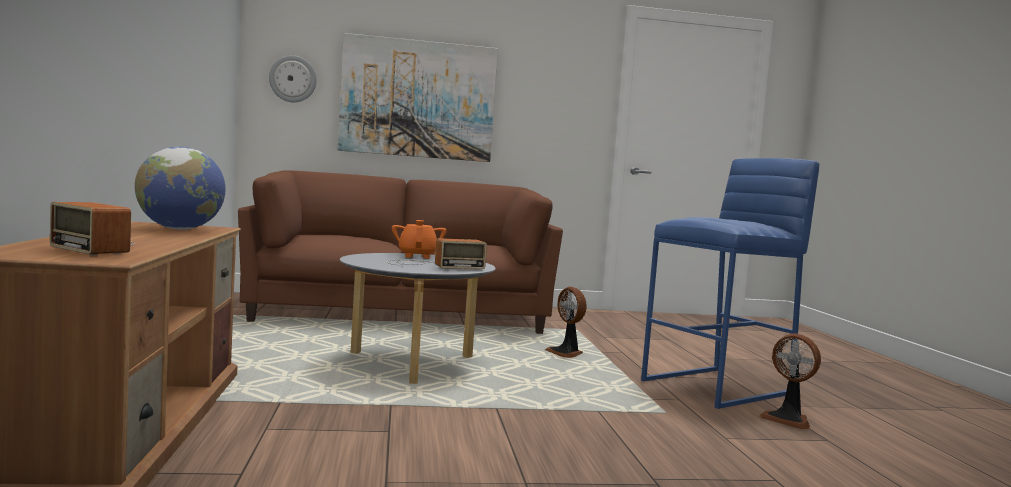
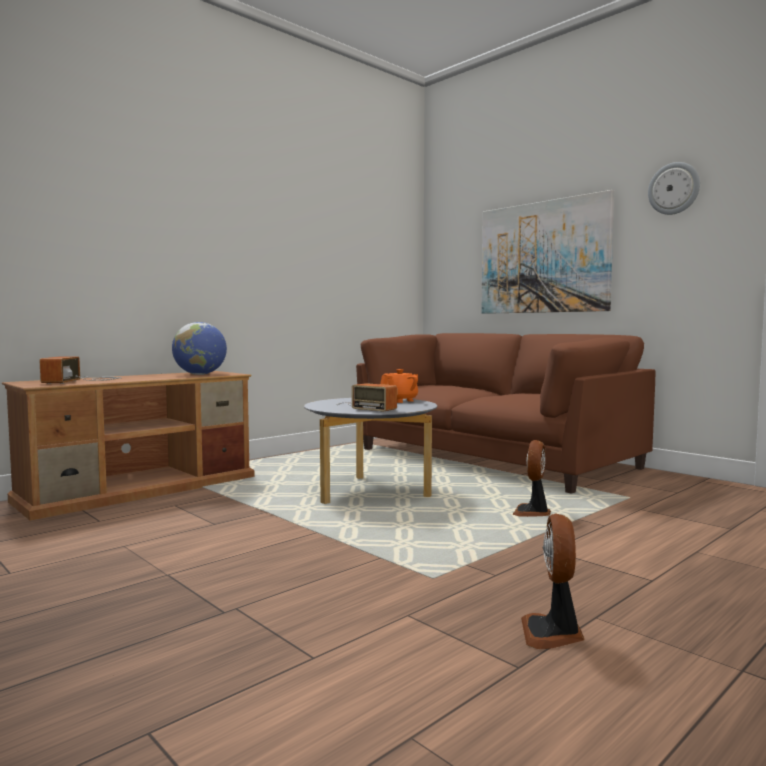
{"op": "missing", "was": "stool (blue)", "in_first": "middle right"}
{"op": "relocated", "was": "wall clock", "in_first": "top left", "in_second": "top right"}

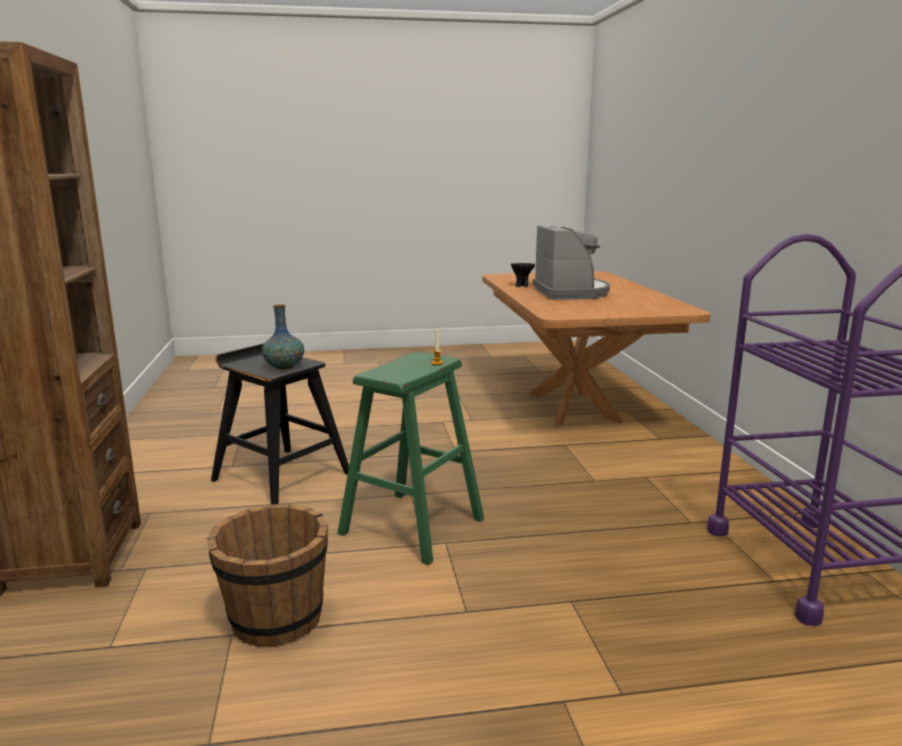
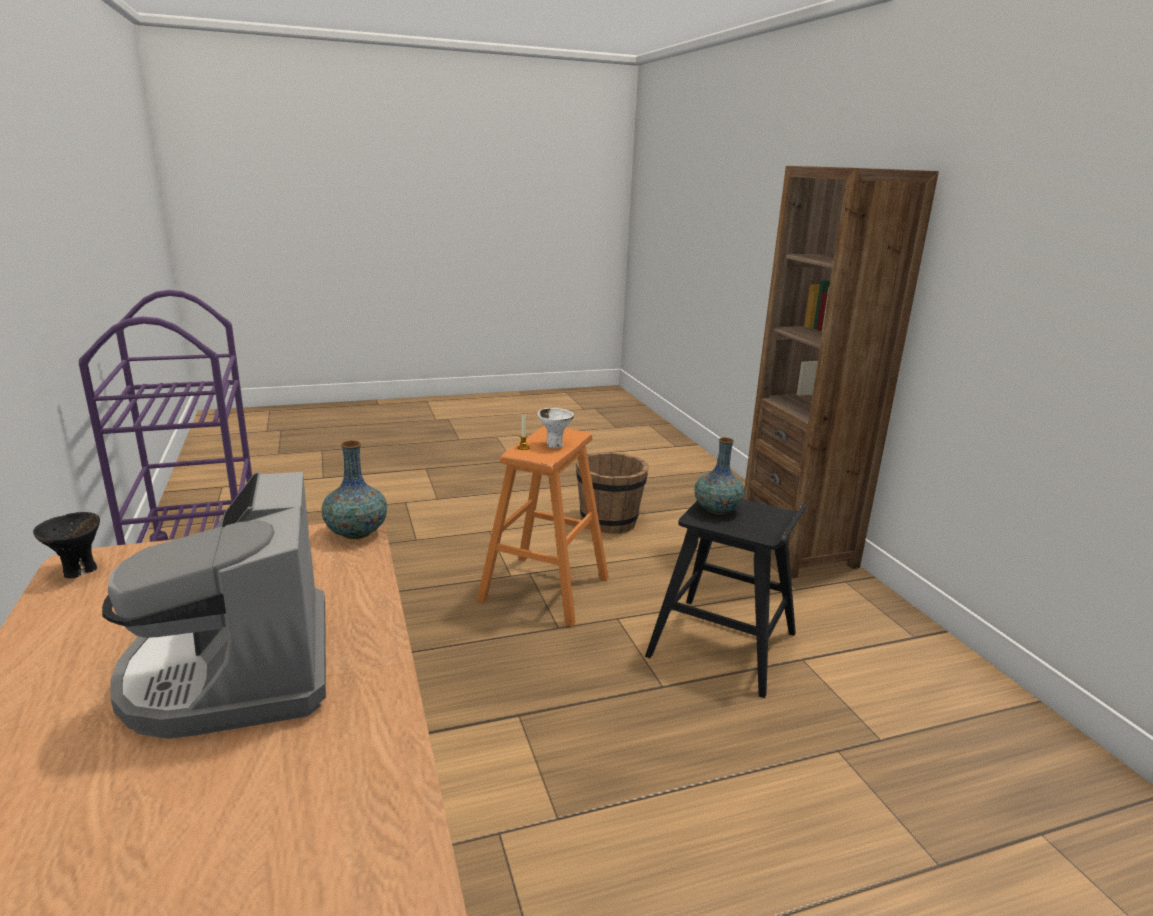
{"op": "appeared", "now": "vase (no. 1 from left)", "in_second": "middle left"}
{"op": "appeared", "now": "bowl (white)", "in_second": "centre"}
{"op": "relocated", "was": "bowl (black)", "in_first": "centre", "in_second": "middle left"}
{"op": "colour", "was": "stool (green)", "now": "stool (orange)", "in_first": "centre", "in_second": "centre"}

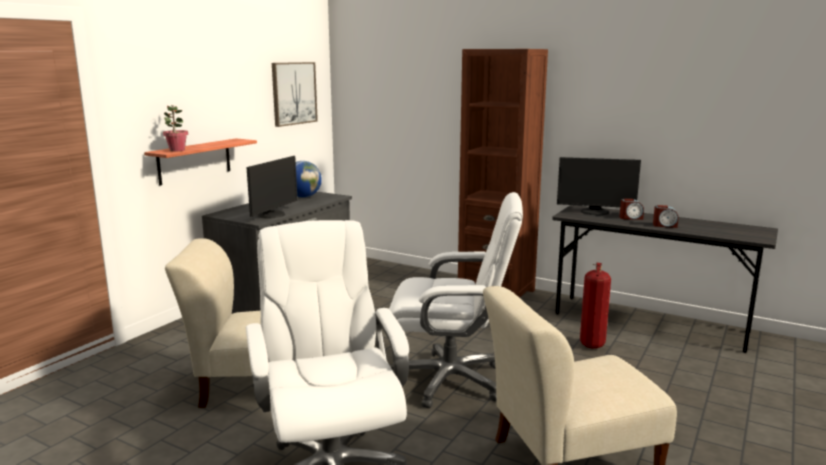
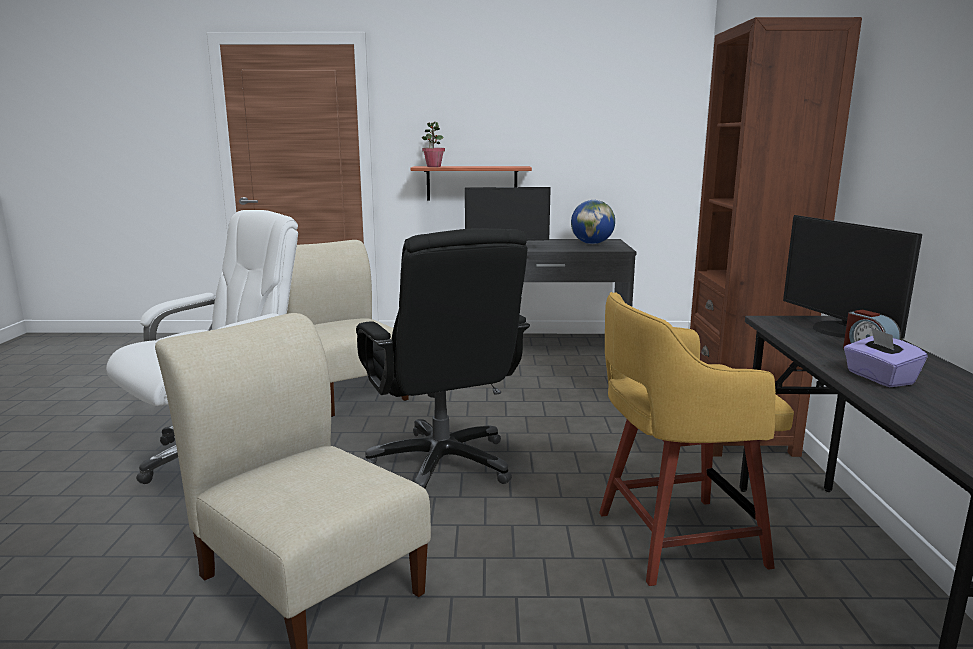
{"op": "missing", "was": "picture", "in_first": "top centre"}
{"op": "exchanged", "was": "fire extinguisher", "now": "stool (yellow)", "in_first": "middle right", "in_second": "bottom right"}
{"op": "exchanged", "was": "alarm clock (no. 2 from left)", "now": "tissue box (purple)", "in_first": "middle right", "in_second": "middle right"}
{"op": "colour", "was": "office chair (white) (no. 2 from left)", "now": "office chair (black)", "in_first": "centre", "in_second": "centre"}

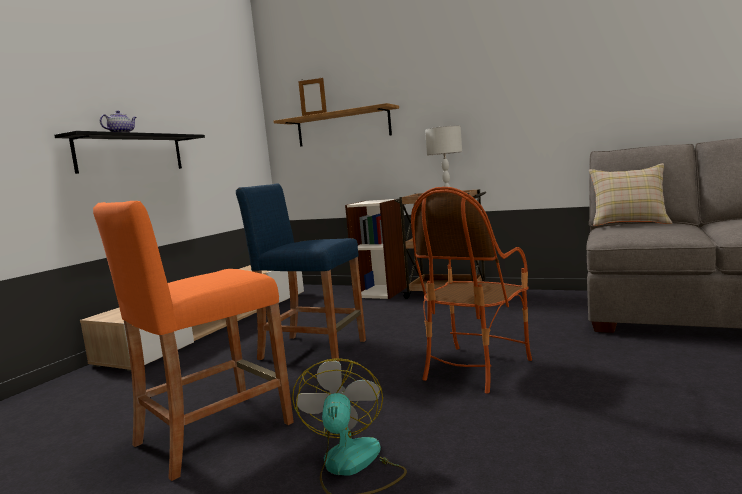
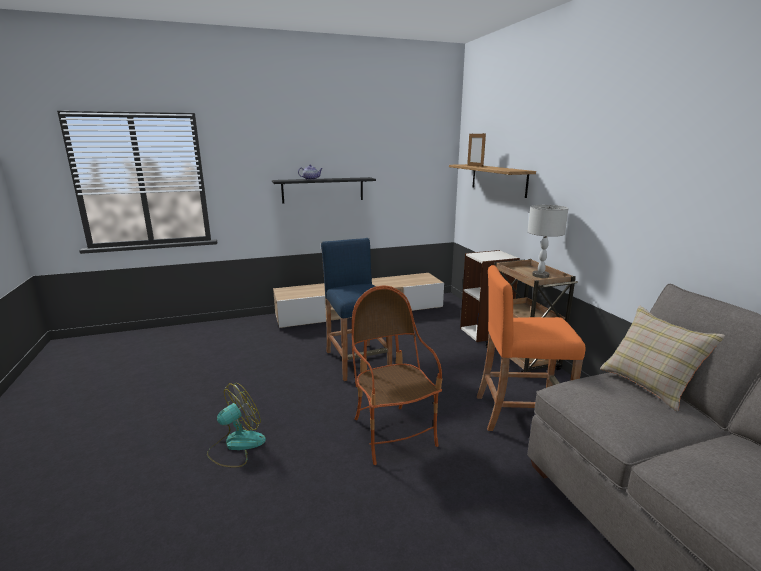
{"op": "relocated", "was": "stool (orange)", "in_first": "bottom left", "in_second": "middle right"}
{"op": "spun", "was": "armchair", "in_first": "centre", "in_second": "centre", "clockwise": 75}

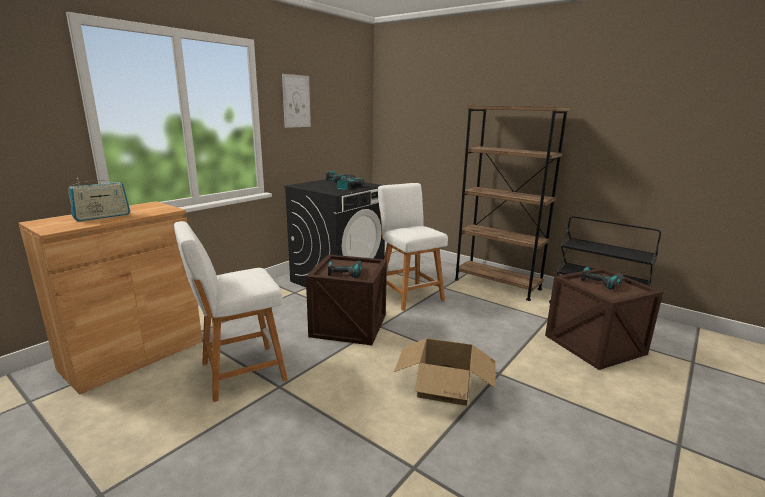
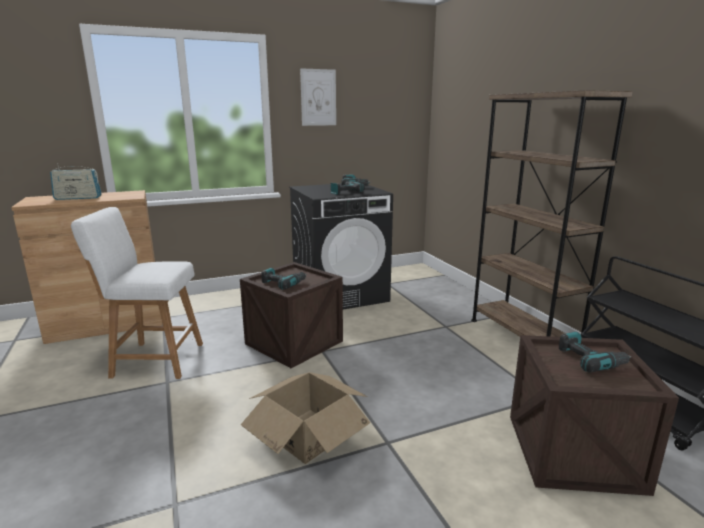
{"op": "missing", "was": "stool (white) (no. 2 from left)", "in_first": "centre"}

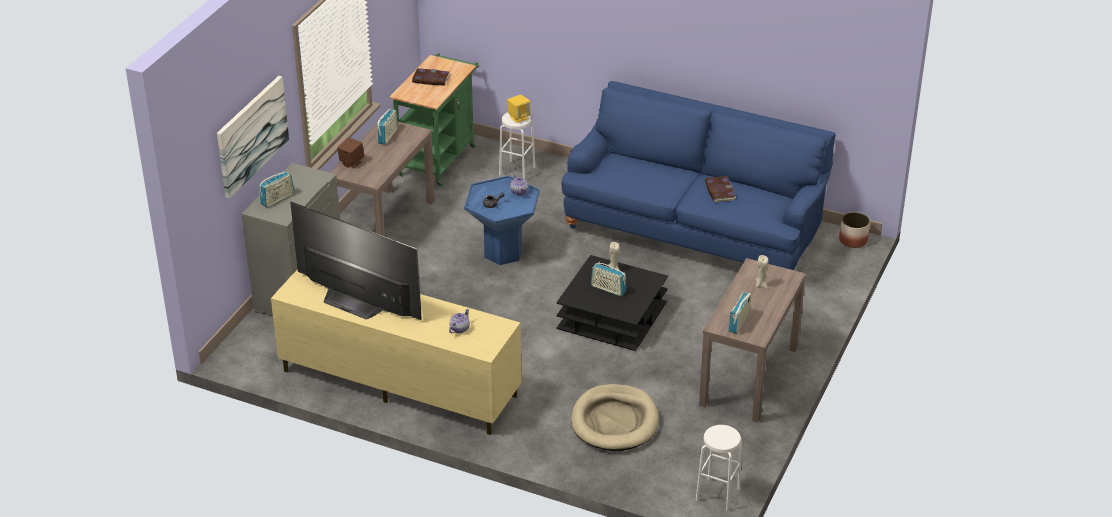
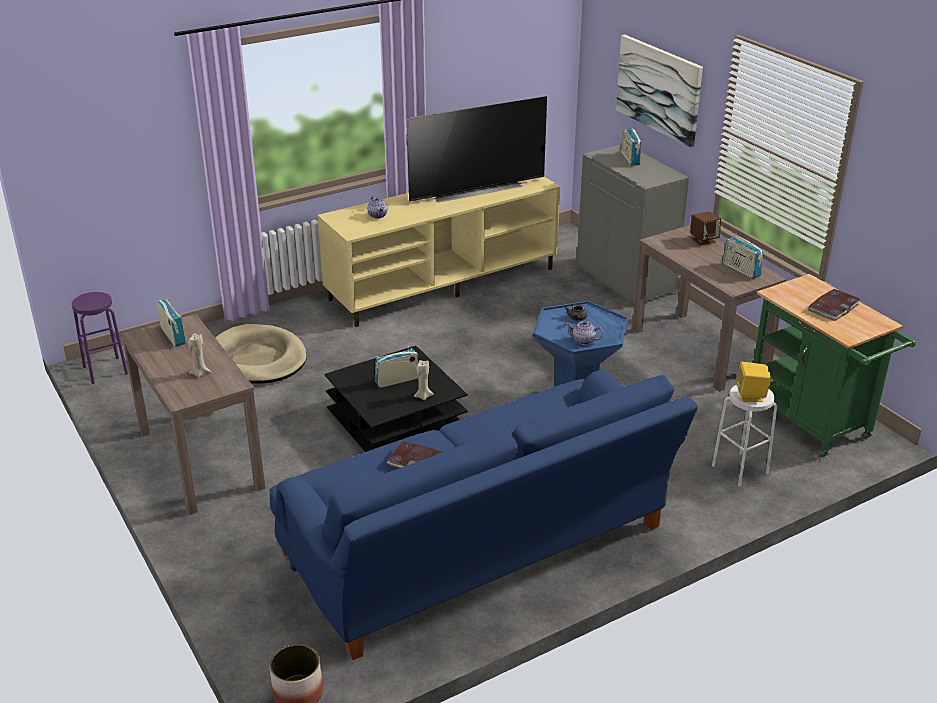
{"op": "colour", "was": "stool (white) (no. 2 from left)", "now": "stool (purple)", "in_first": "bottom centre", "in_second": "middle left"}

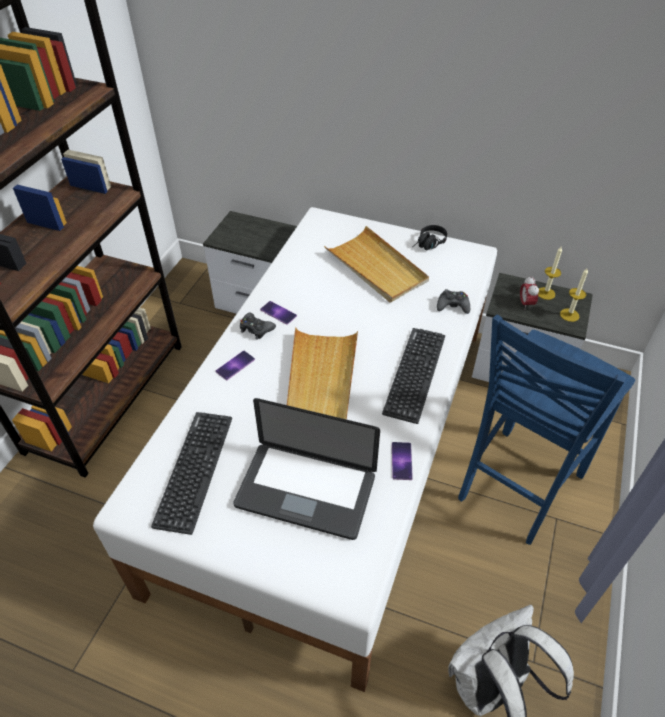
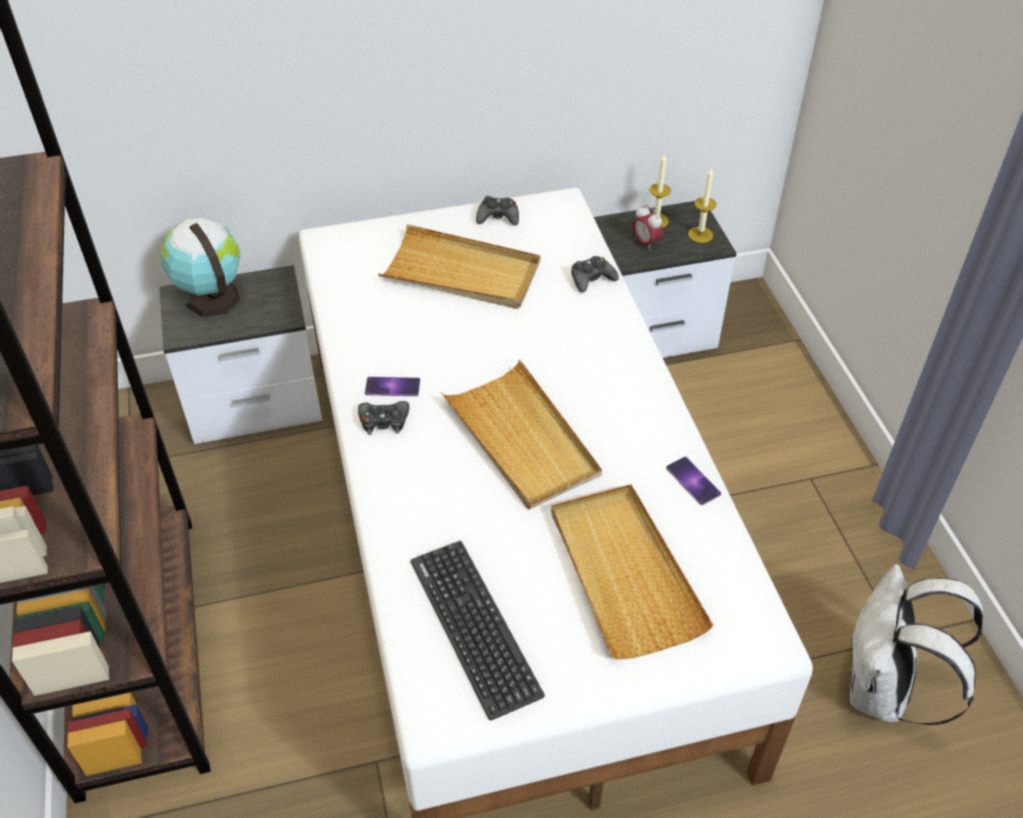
{"op": "missing", "was": "phone (no. 1 from left)", "in_first": "centre"}
{"op": "missing", "was": "keyboard (no. 2 from left)", "in_first": "centre"}
{"op": "missing", "was": "chair (blue)", "in_first": "middle right"}
{"op": "appeared", "now": "globe", "in_second": "top left"}
{"op": "exchanged", "was": "laptop", "now": "tray (beige) (no. 3 from left)", "in_first": "centre", "in_second": "bottom centre"}
{"op": "exchanged", "was": "headphones (black)", "now": "game controller (black) (no. 2 from left)", "in_first": "top centre", "in_second": "top centre"}

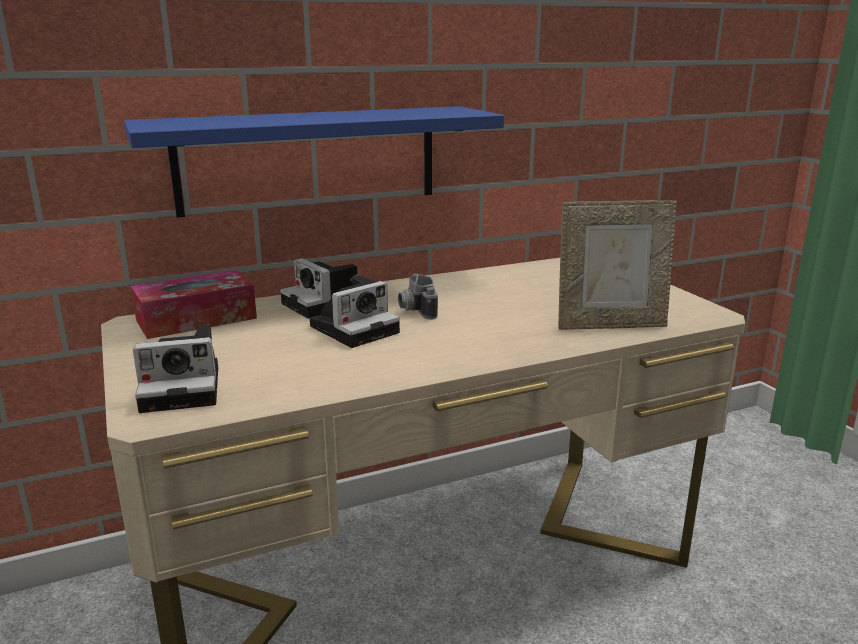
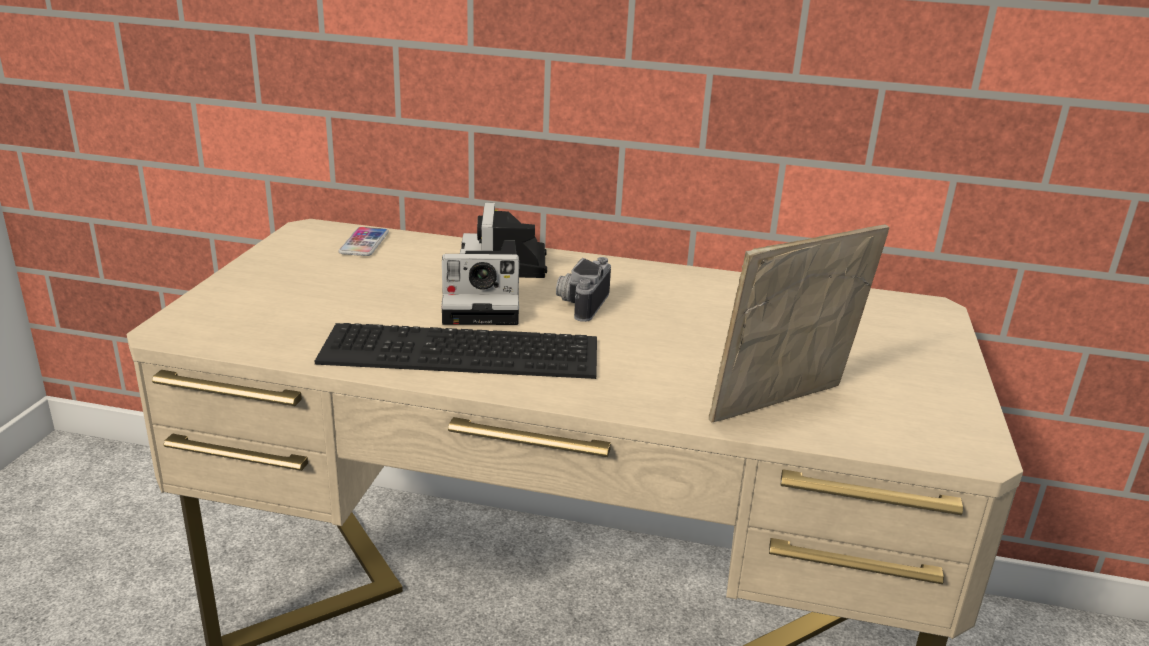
{"op": "missing", "was": "shelf (blue)", "in_first": "top centre"}
{"op": "missing", "was": "photo camera (no. 1 from left)", "in_first": "middle left"}
{"op": "appeared", "now": "keyboard", "in_second": "centre"}
{"op": "exchanged", "was": "tissue box", "now": "phone", "in_first": "middle left", "in_second": "middle left"}
{"op": "spun", "was": "picture frame", "in_first": "middle right", "in_second": "middle right", "clockwise": 120}

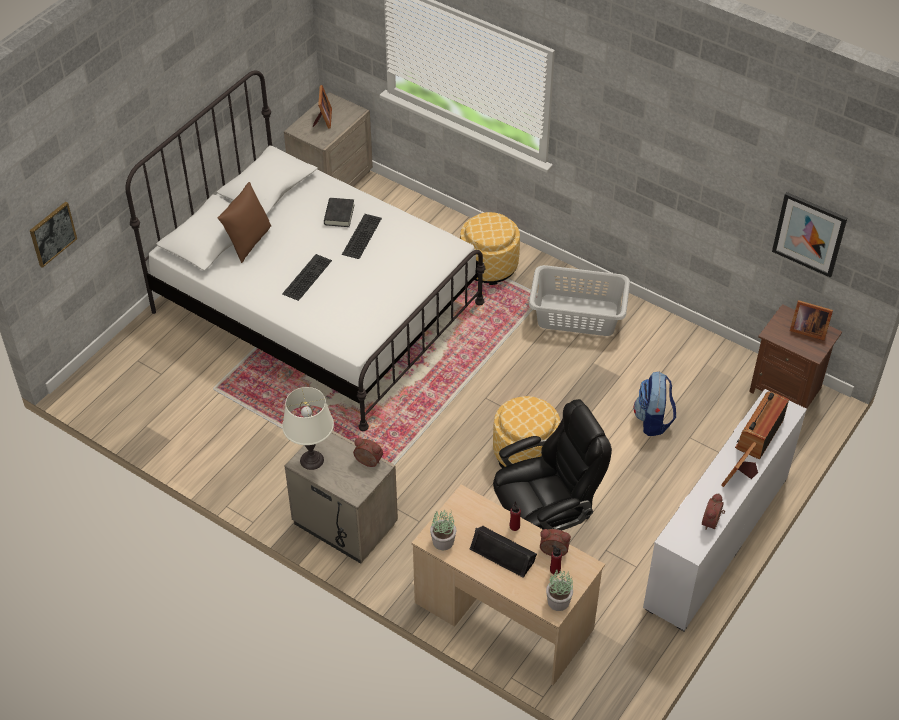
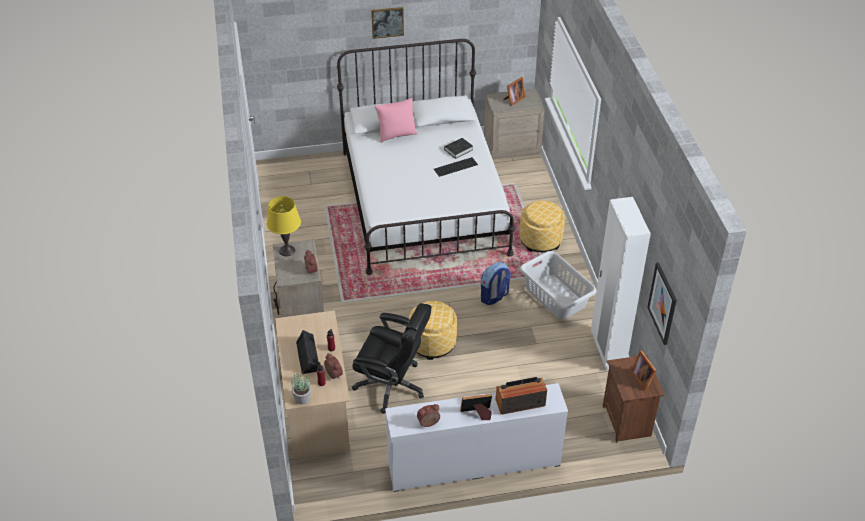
{"op": "missing", "was": "keyboard (no. 1 from left)", "in_first": "centre"}
{"op": "missing", "was": "potted plant (no. 1 from left)", "in_first": "bottom centre"}
{"op": "appeared", "now": "wardrobe (white)", "in_second": "middle right"}
{"op": "relocated", "was": "picture (no. 1 from left)", "in_first": "top left", "in_second": "top centre"}
{"op": "relocated", "was": "backpack", "in_first": "middle right", "in_second": "centre"}
{"op": "colour", "was": "pillow (brown)", "now": "pillow (pink)", "in_first": "top left", "in_second": "top centre"}
{"op": "colour", "was": "table lamp (white)", "now": "table lamp (yellow)", "in_first": "centre", "in_second": "middle left"}

